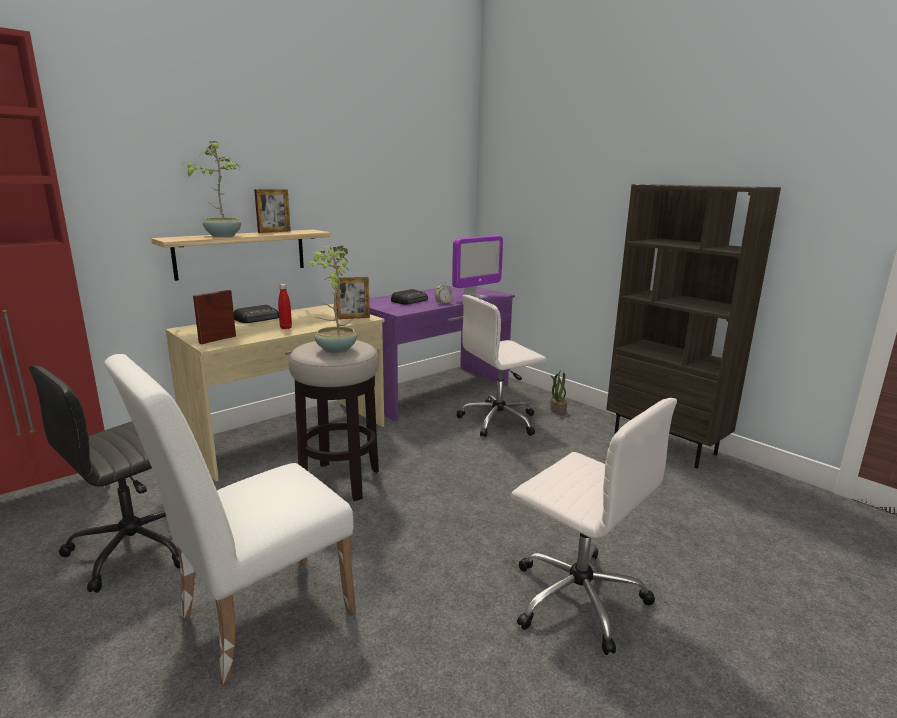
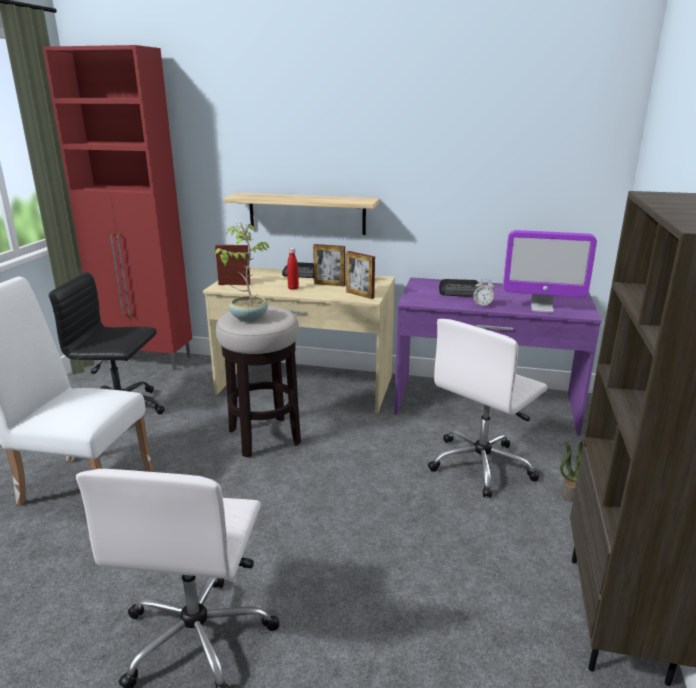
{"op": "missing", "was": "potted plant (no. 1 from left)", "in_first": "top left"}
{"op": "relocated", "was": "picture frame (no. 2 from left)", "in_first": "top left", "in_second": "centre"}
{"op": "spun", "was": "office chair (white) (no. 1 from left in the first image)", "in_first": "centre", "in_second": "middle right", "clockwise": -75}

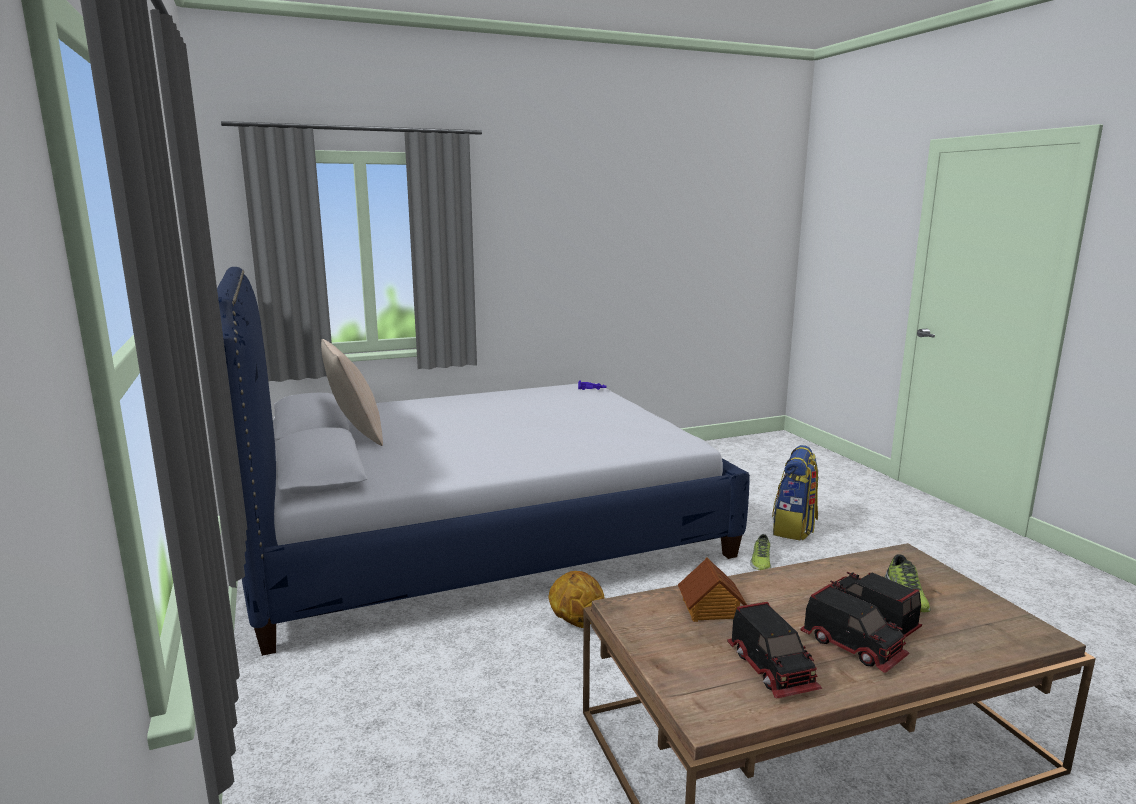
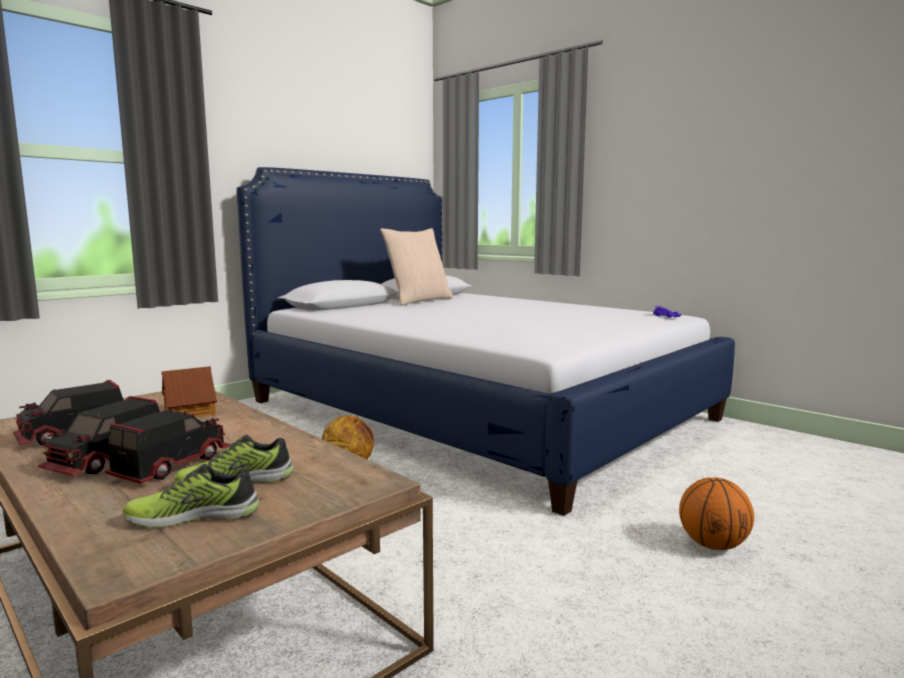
{"op": "relocated", "was": "shoe (no. 1 from left)", "in_first": "bottom right", "in_second": "bottom left"}
{"op": "exchanged", "was": "backpack", "now": "basketball (no. 2 from left)", "in_first": "middle right", "in_second": "bottom right"}

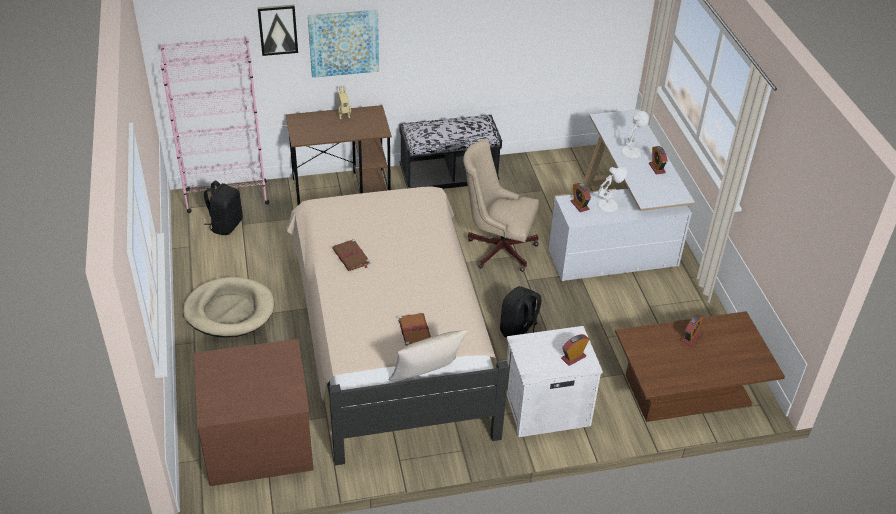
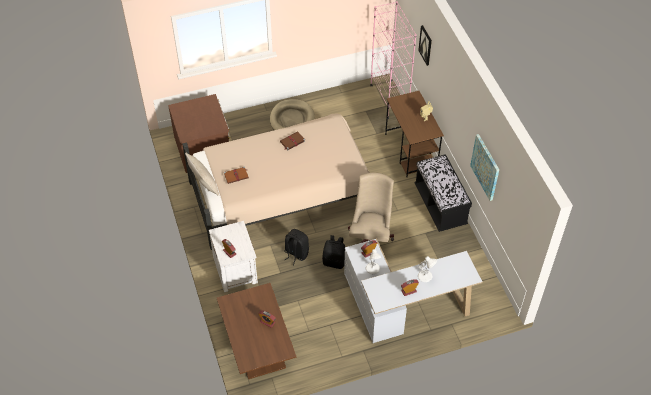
{"op": "relocated", "was": "backpack (black) (no. 1 from left in the first image)", "now": "backpack (black) (no. 2 from left)", "in_first": "middle left", "in_second": "centre"}
{"op": "relocated", "was": "picture (no. 2 from left)", "in_first": "top centre", "in_second": "middle right"}

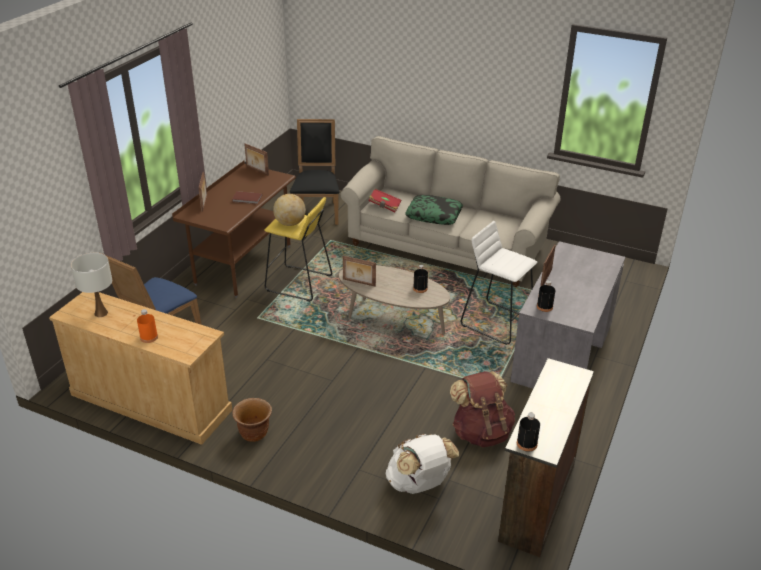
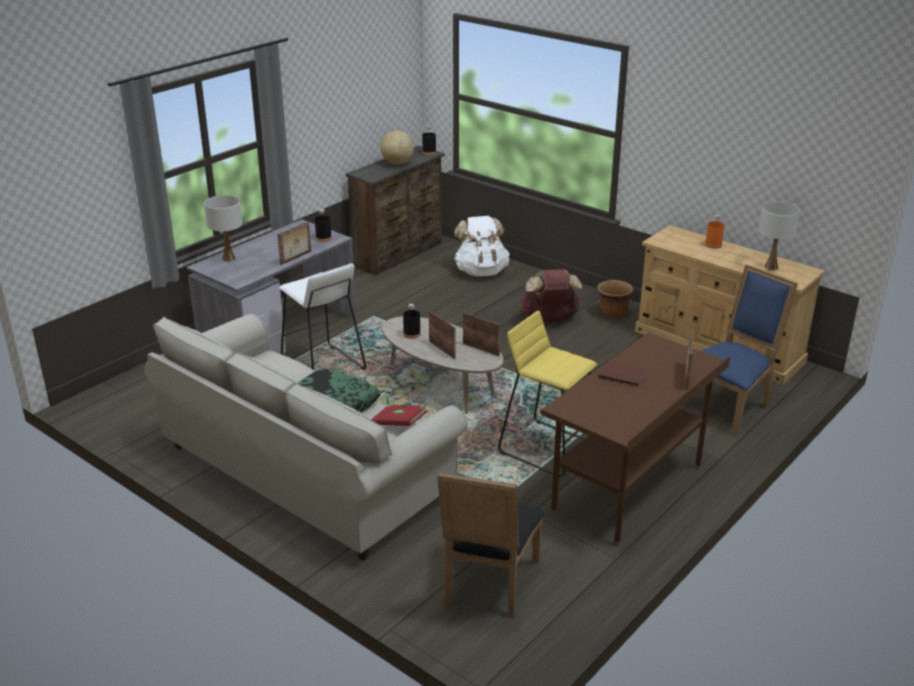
{"op": "appeared", "now": "table lamp (white) (no. 1 from left)", "in_second": "top left"}
{"op": "relocated", "was": "picture frame (no. 2 from left)", "in_first": "top centre", "in_second": "centre"}
{"op": "relocated", "was": "globe", "in_first": "centre", "in_second": "top centre"}
{"op": "relocated", "was": "backpack (brown)", "in_first": "bottom centre", "in_second": "centre"}

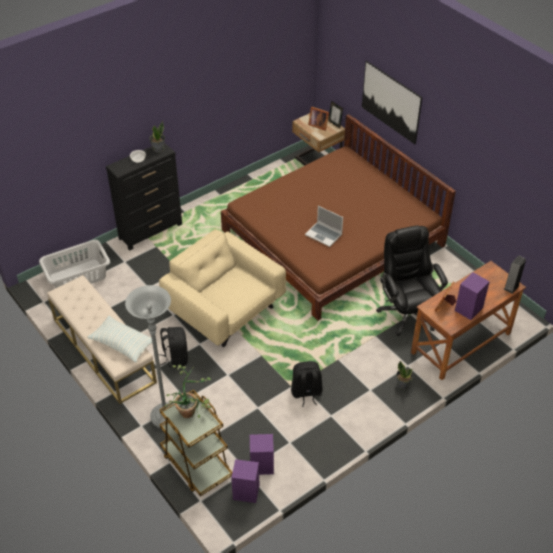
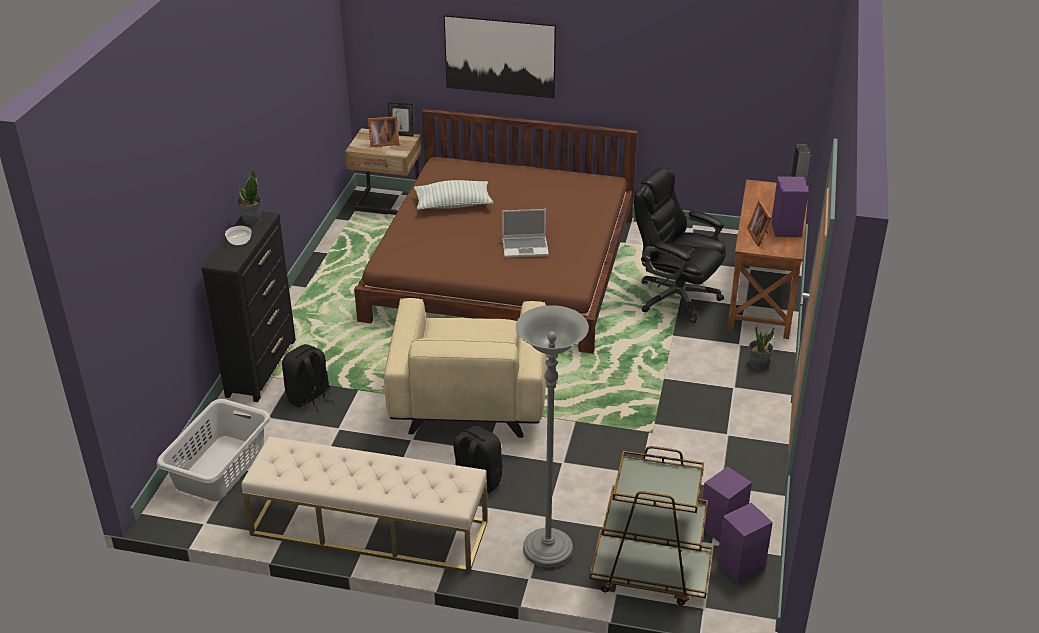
{"op": "missing", "was": "potted plant (no. 2 from left)", "in_first": "bottom centre"}
{"op": "relocated", "was": "pillow", "in_first": "middle left", "in_second": "top centre"}
{"op": "relocated", "was": "backpack (black) (no. 2 from left in the first image)", "now": "backpack (black) (no. 1 from left)", "in_first": "bottom centre", "in_second": "middle left"}
{"op": "spun", "was": "armchair (beige)", "in_first": "centre", "in_second": "centre", "clockwise": -90}

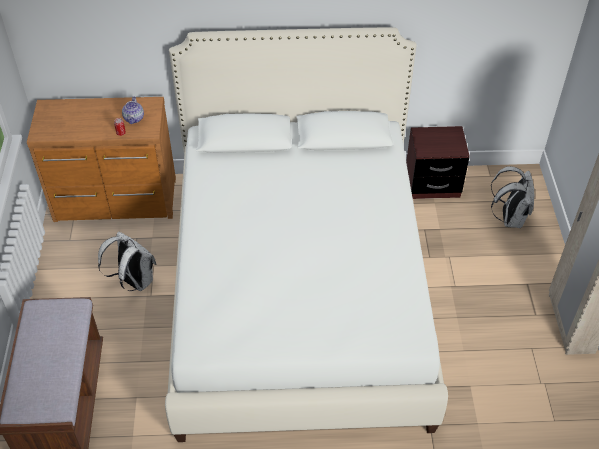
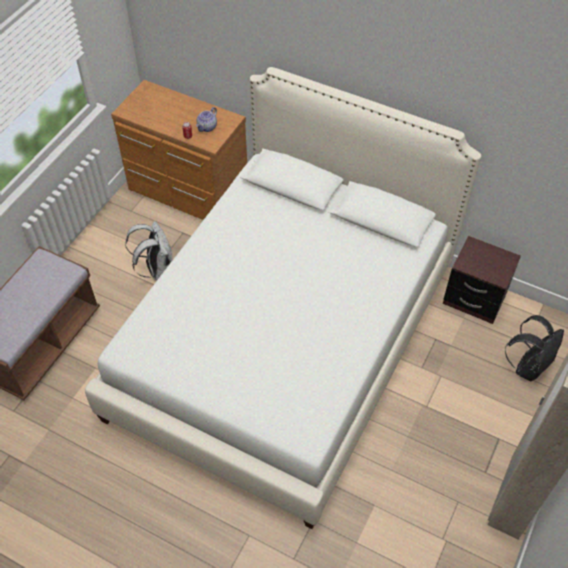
{"op": "colour", "was": "backpack (white) (no. 2 from left)", "now": "backpack (black)", "in_first": "middle right", "in_second": "middle right"}

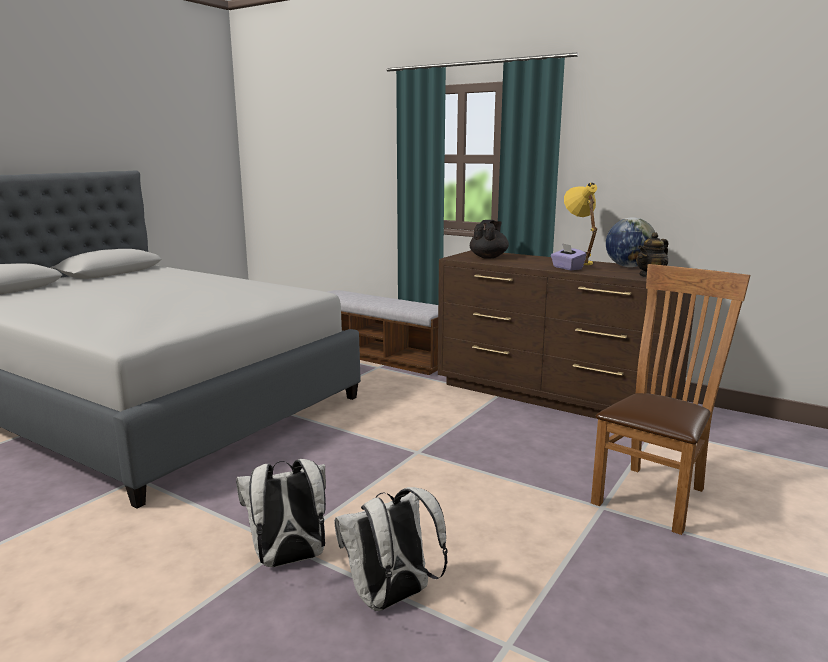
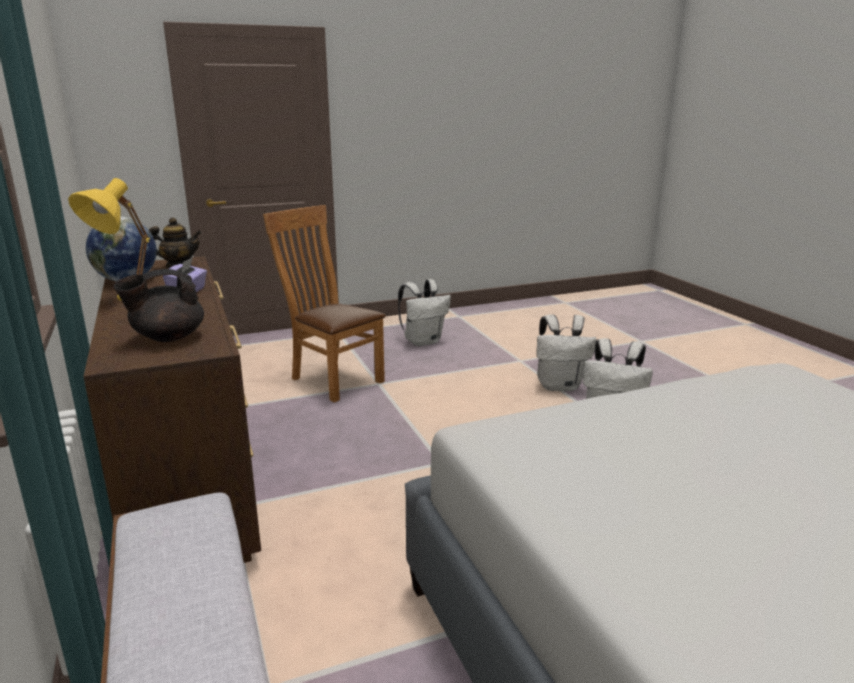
{"op": "appeared", "now": "backpack (white) (no. 1 from left)", "in_second": "centre"}
{"op": "spun", "was": "chair (brown)", "in_first": "middle right", "in_second": "centre", "clockwise": 60}

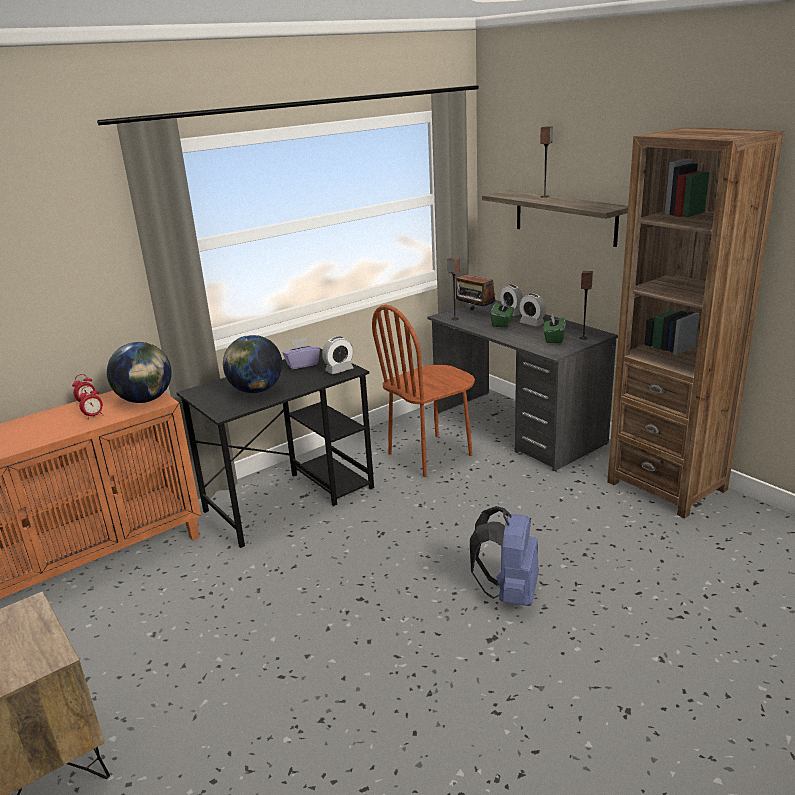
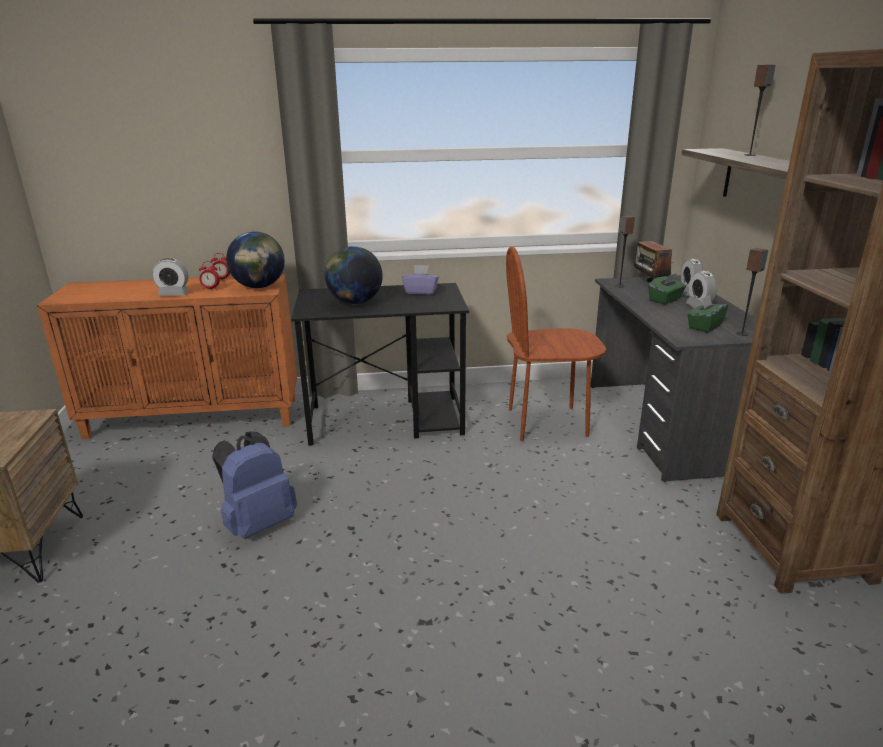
{"op": "relocated", "was": "alarm clock (no. 3 from left in the first image)", "now": "alarm clock (no. 1 from left)", "in_first": "centre", "in_second": "middle left"}
{"op": "relocated", "was": "backpack (blue)", "in_first": "bottom centre", "in_second": "middle left"}

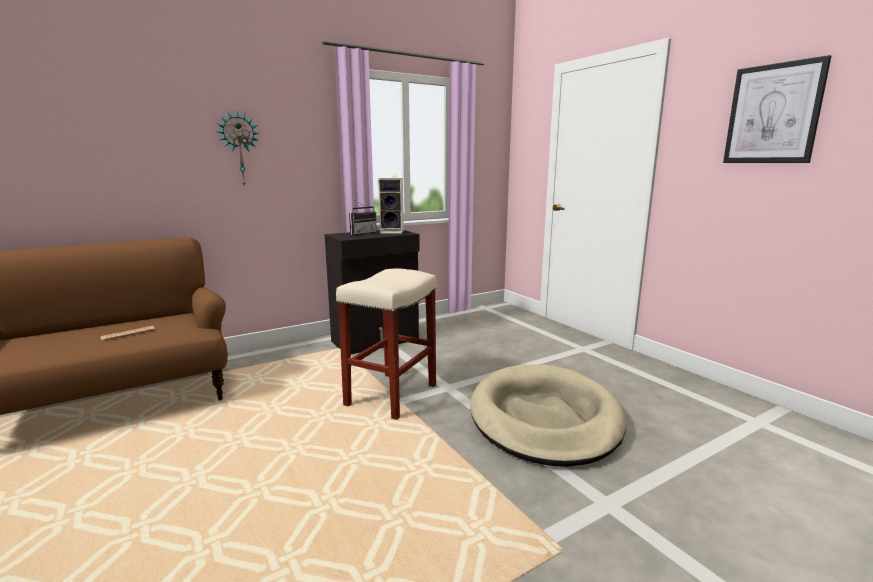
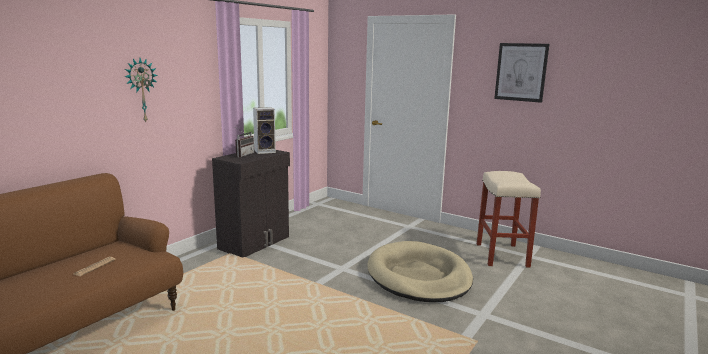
{"op": "relocated", "was": "stool (beige)", "in_first": "centre", "in_second": "middle right"}

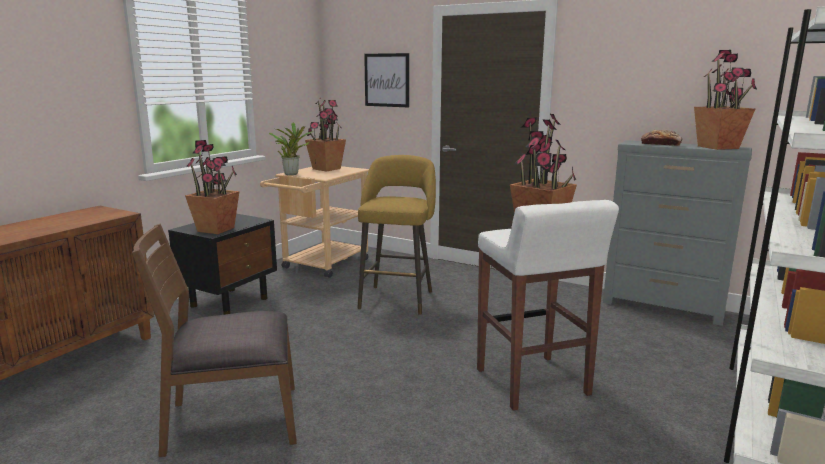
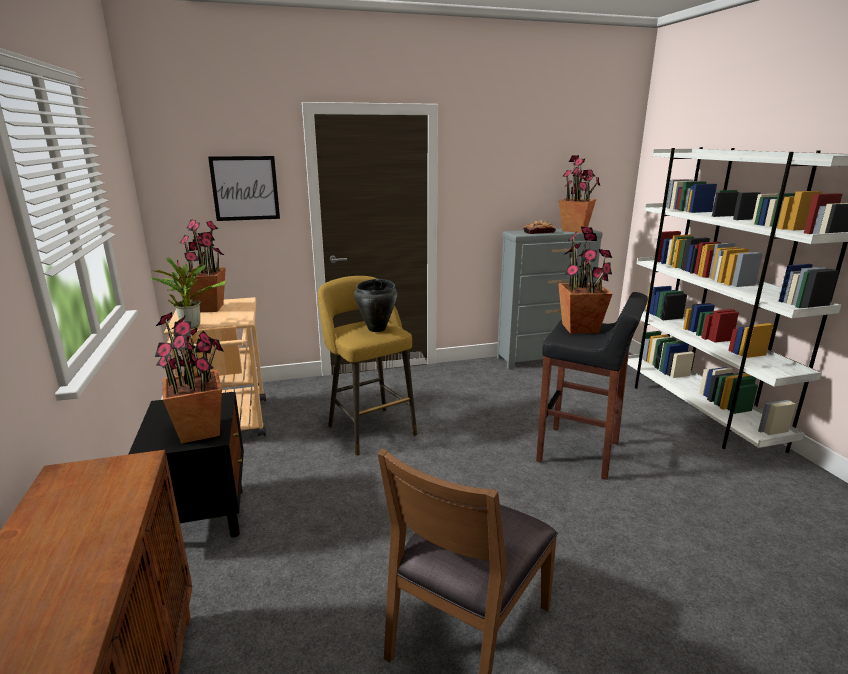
{"op": "appeared", "now": "cooking pot (black)", "in_second": "centre"}
{"op": "colour", "was": "stool (white)", "now": "stool (black)", "in_first": "centre", "in_second": "middle right"}

